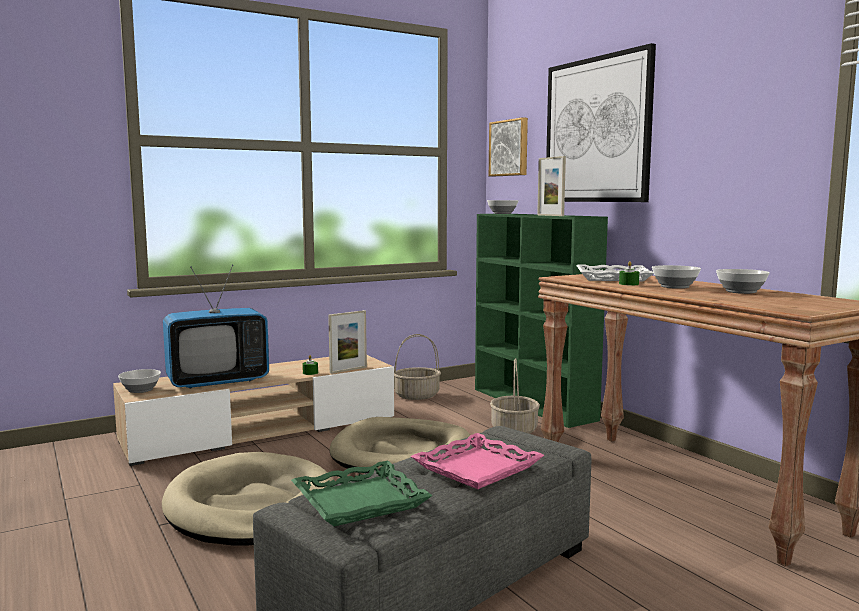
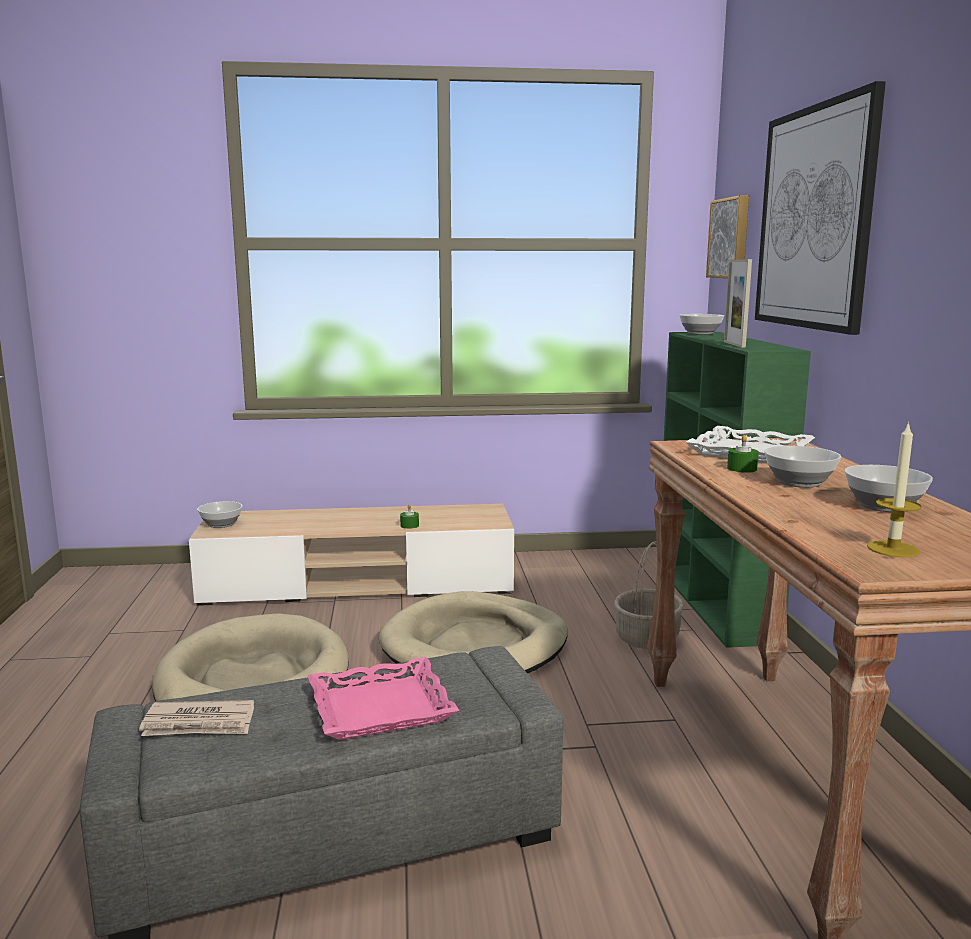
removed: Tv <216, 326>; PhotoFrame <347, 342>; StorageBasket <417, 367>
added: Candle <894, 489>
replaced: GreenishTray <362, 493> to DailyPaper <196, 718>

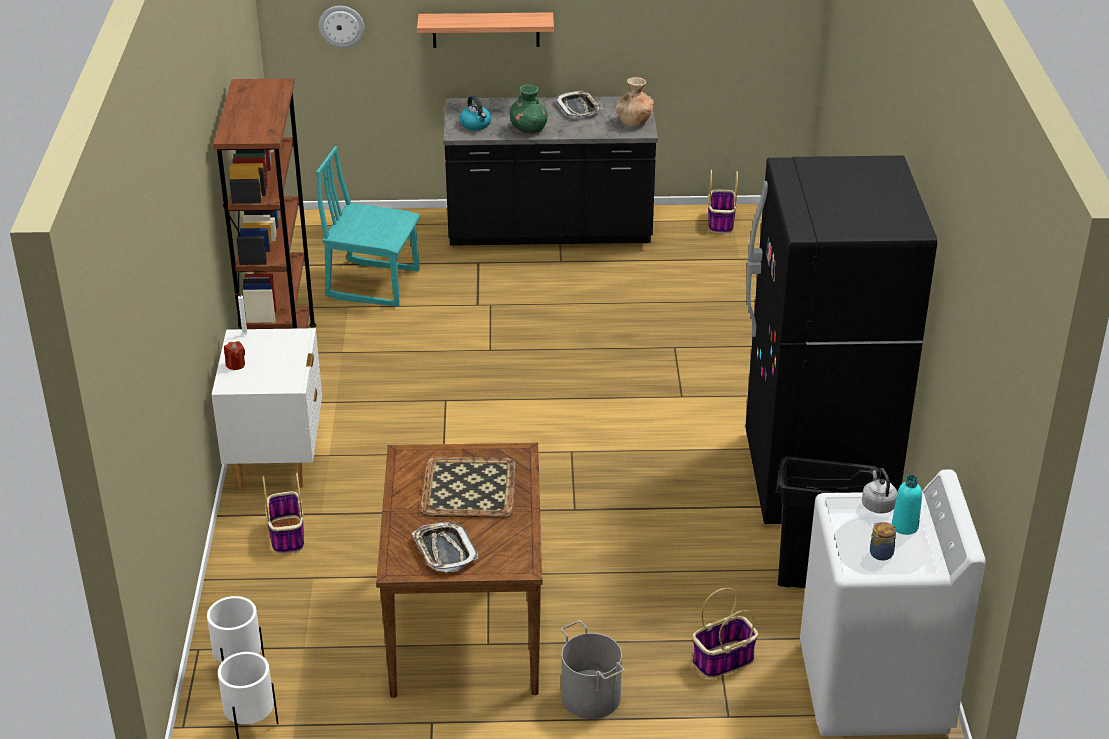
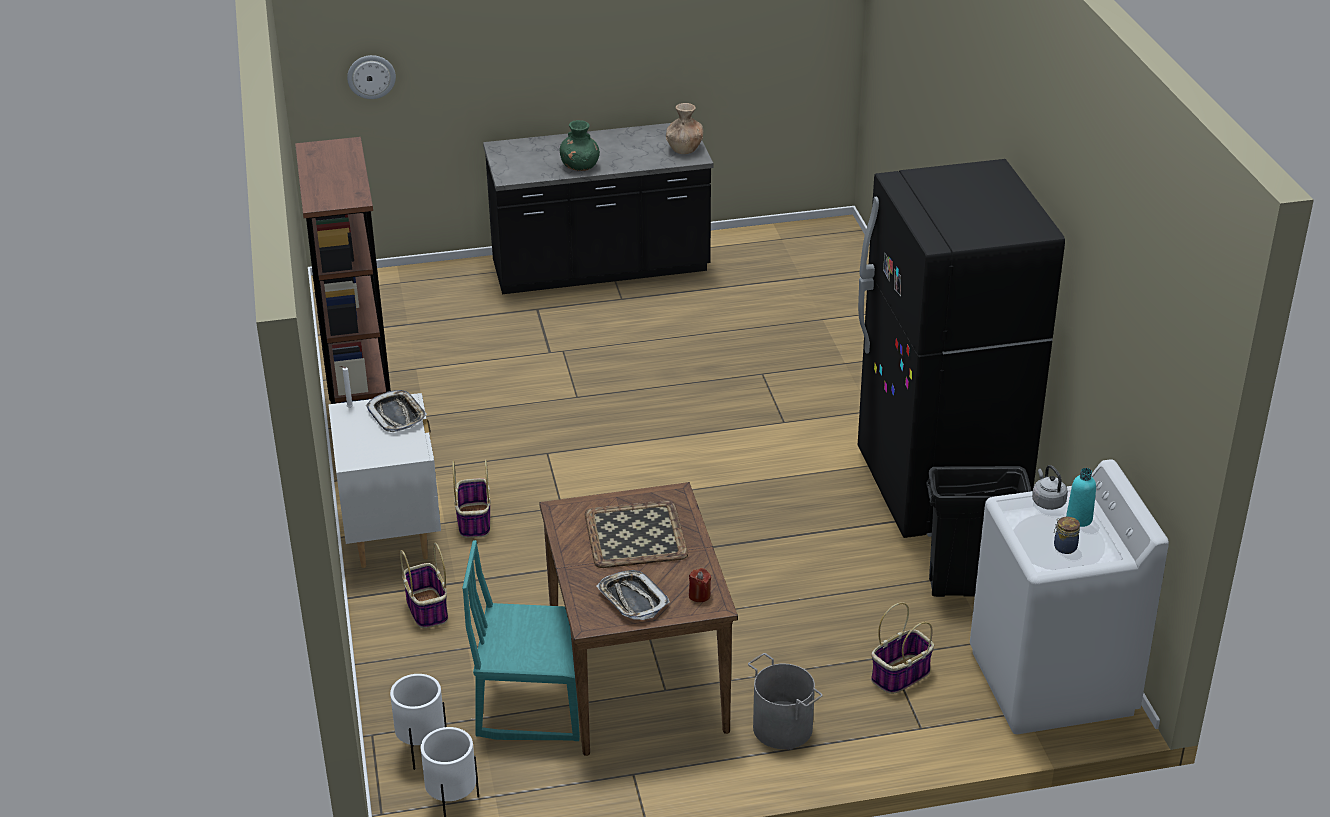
removed: Shelf <485, 30>; TeaKettle <475, 113>
moved: Tray <578, 104> to <396, 411>; BlueGreenPlainChair <368, 226> to <521, 640>; StorageBasket <723, 201> to <471, 498>; RedColouredCandle <234, 355> to <700, 585>

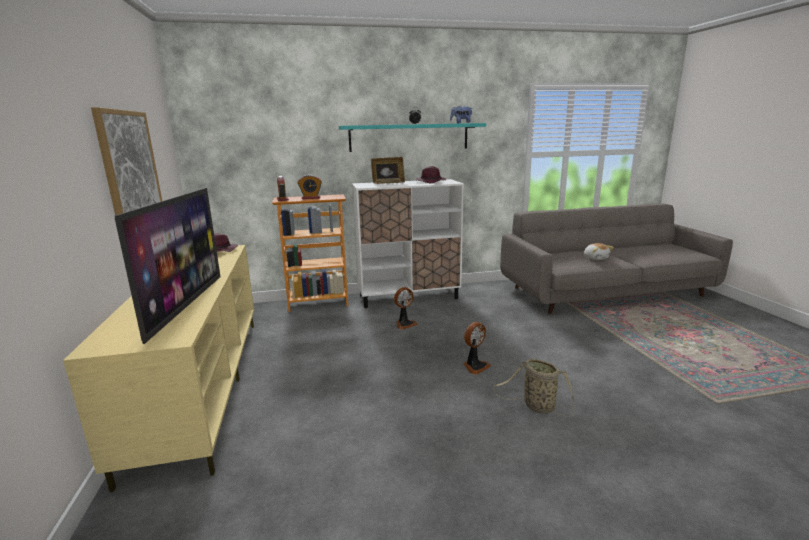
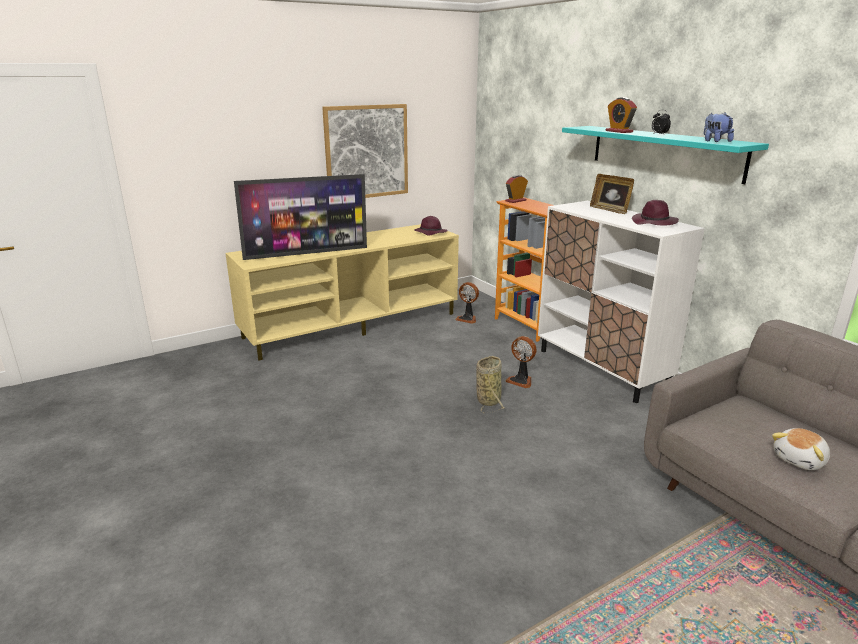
moved: BedsideClock <310, 187> to <621, 115>; CoolingFan <477, 348> to <467, 303>; StorageBasket <534, 387> to <490, 384>

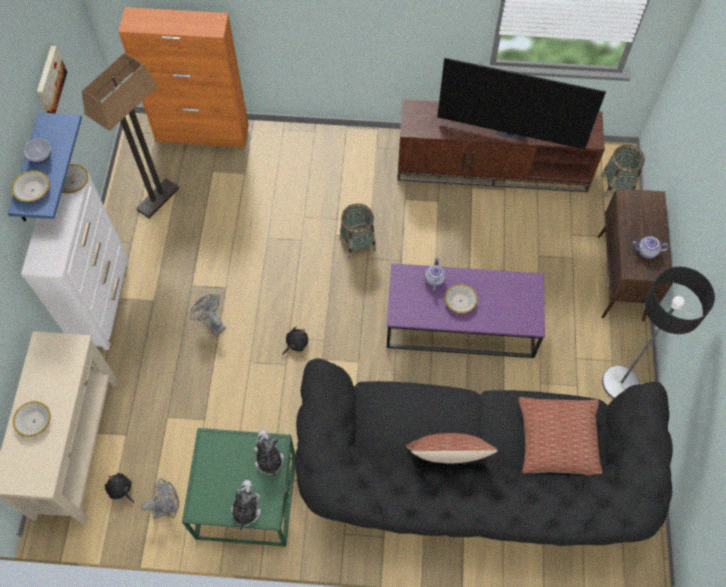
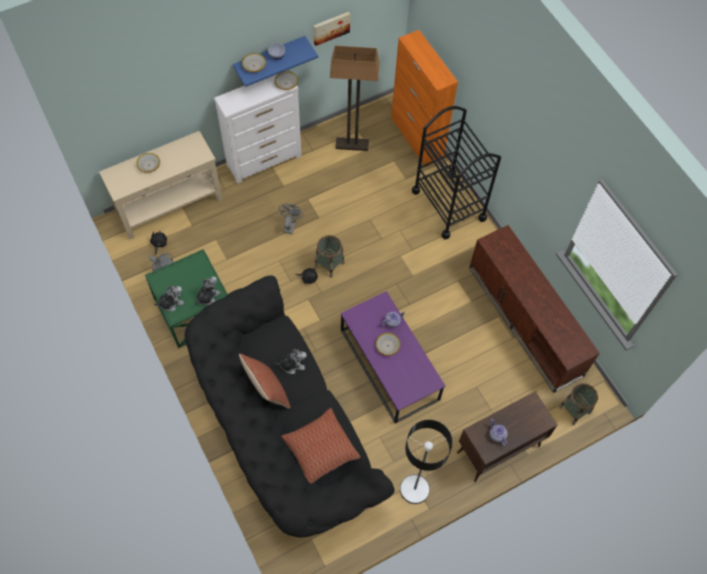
removed: Tv <521, 103>
added: BlackishTrolley <456, 172>; CuddlyToy <291, 361>
moved: StorageBasket <358, 231> to <330, 256>

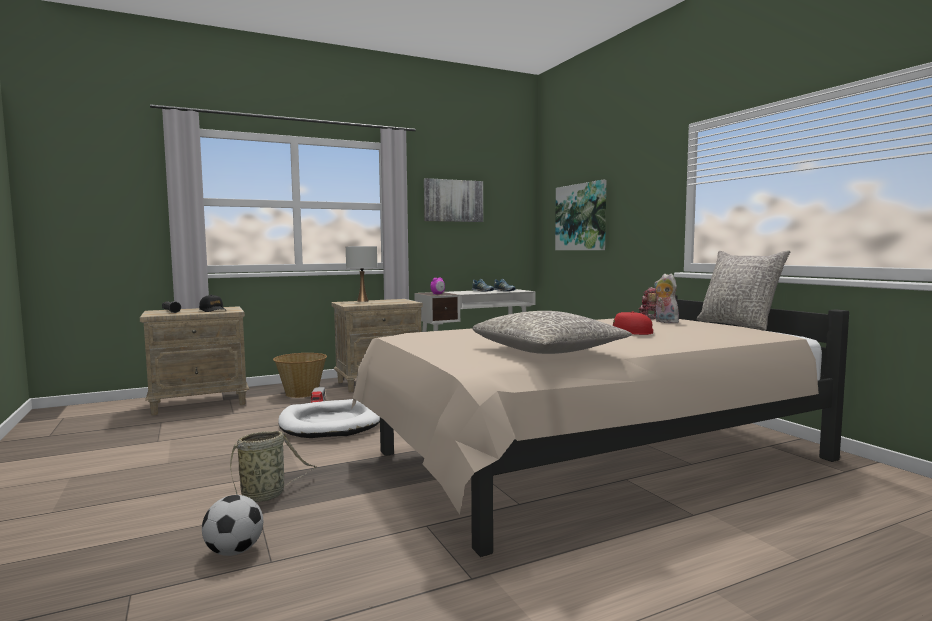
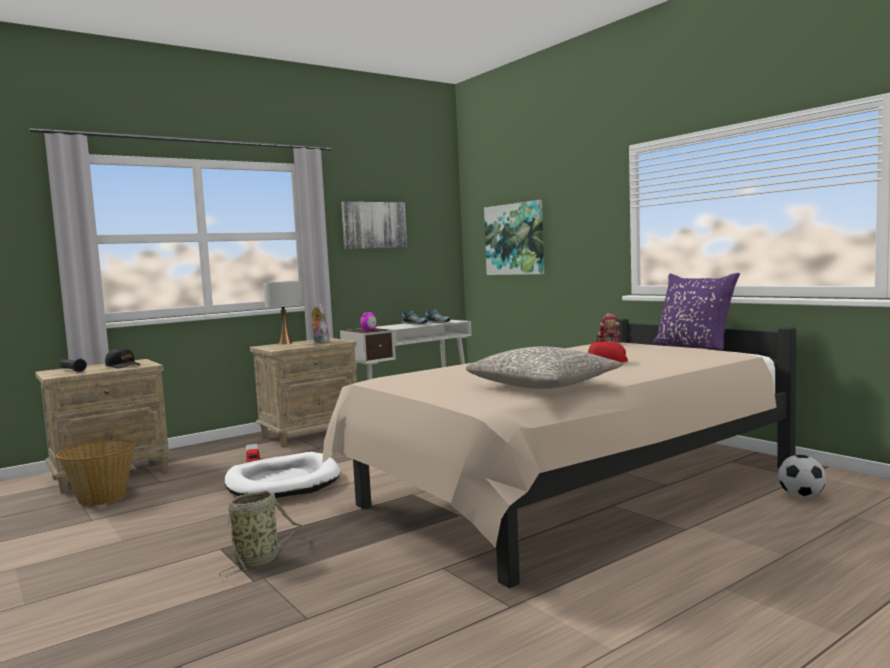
moved: CuddlyToy <666, 298> to <320, 323>; StorageBasket <300, 375> to <96, 472>; FootballBall <232, 525> to <802, 476>
recoloured: GreyPillow <743, 290> to PurplishPillow <696, 311>

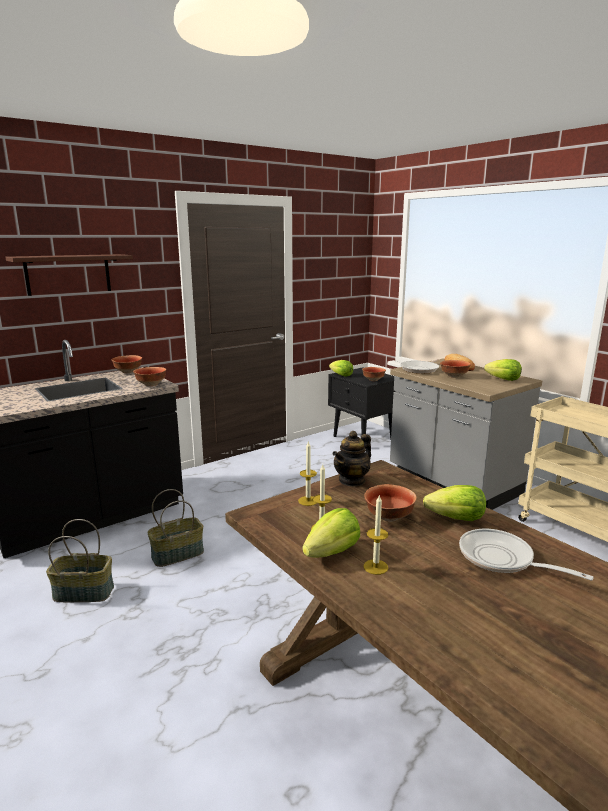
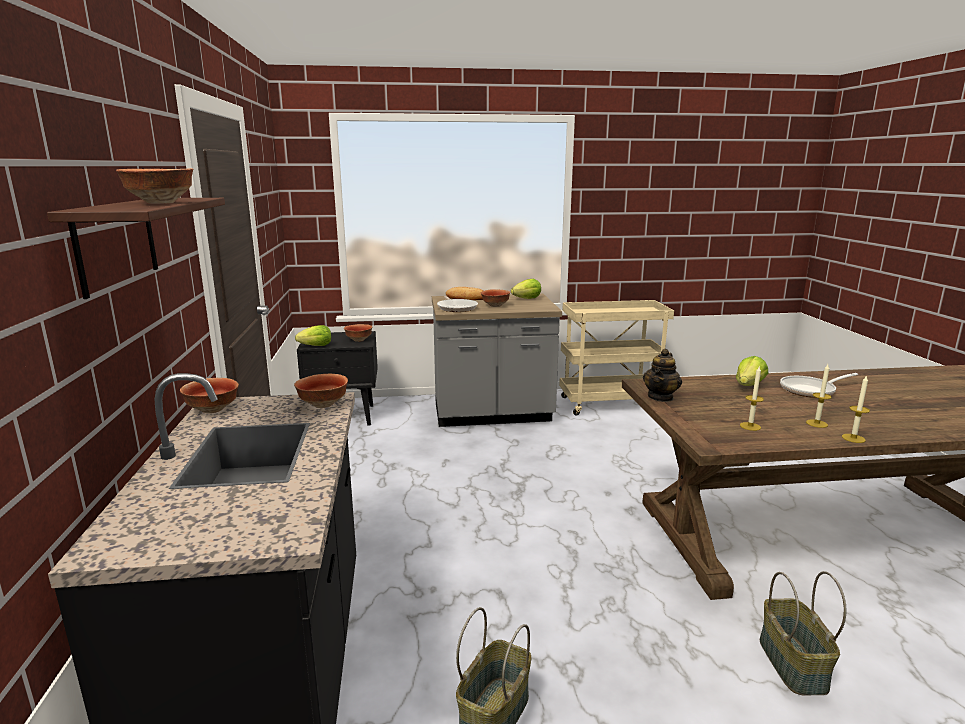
removed: LettuceHead <331, 532>
moved: Candle <307, 473> to <856, 409>; Bowl <390, 503> to <154, 186>; StorageBasket <175, 528> to <803, 633>
turned: PotForTea <352, 459> = <662, 375> 45 degrees clockwise

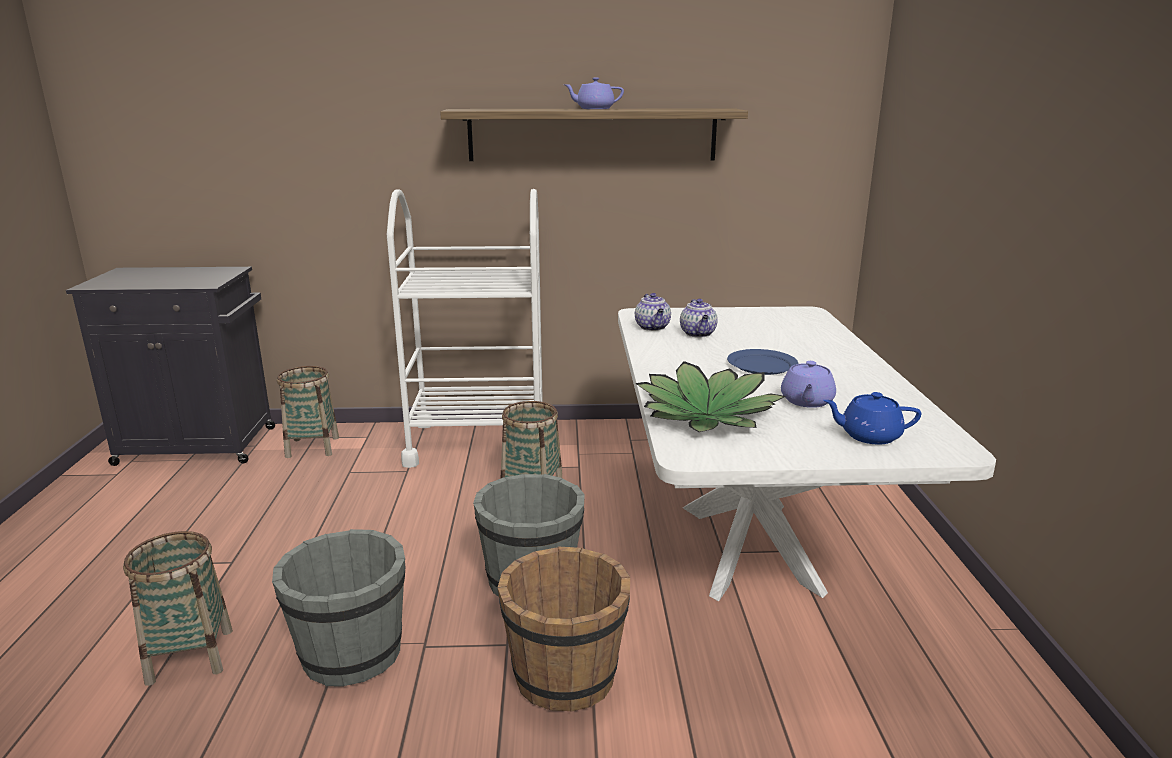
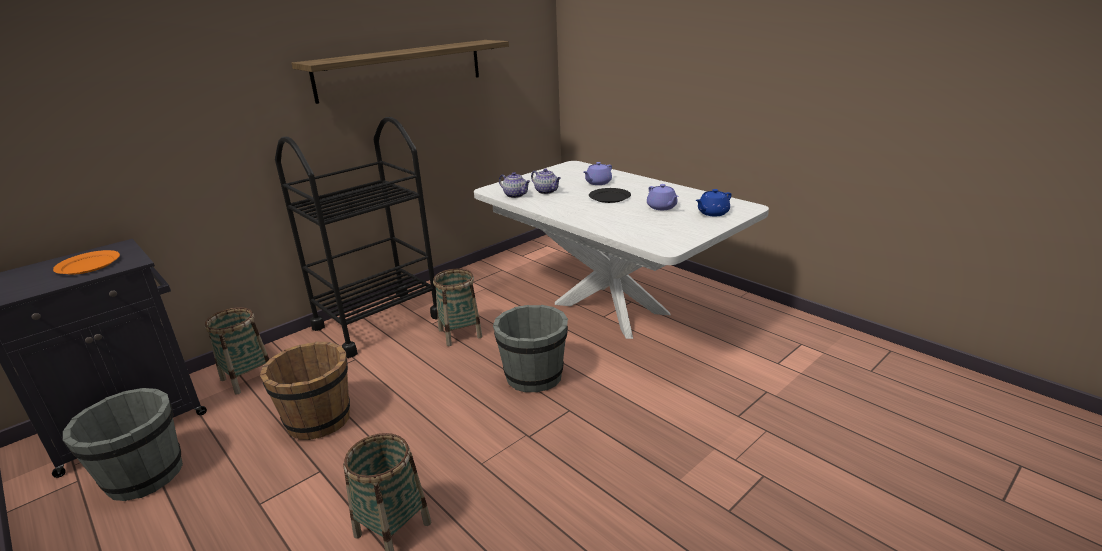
removed: PlantInAPot <710, 396>
added: OrangeColouredFlatDish <86, 262>
moved: PurplishPotForTea <593, 93> to <598, 173>; GreyPail <338, 608> to <123, 444>; BrownColouredPail <563, 629> to <305, 391>
recoloured: WhiteColouredTrolley <465, 328> to BlackishTrolley <356, 237>; BlueFlatDish <762, 362> to BlackishFlatDish <610, 195>

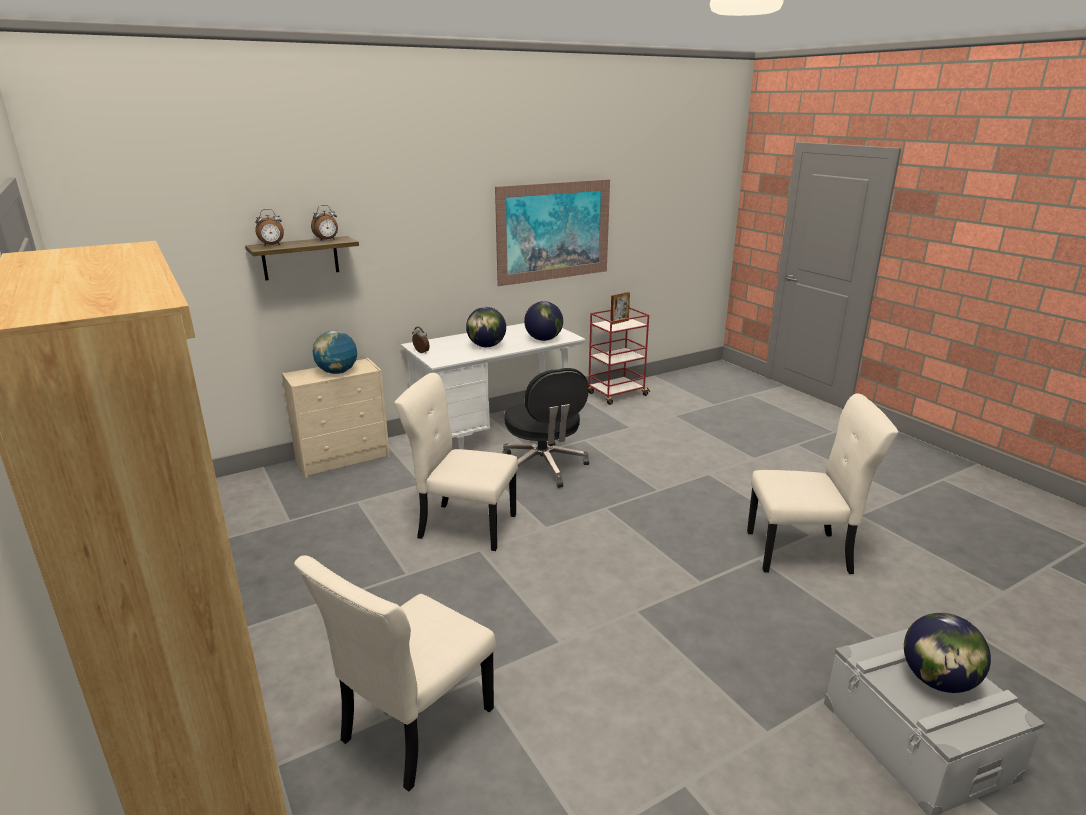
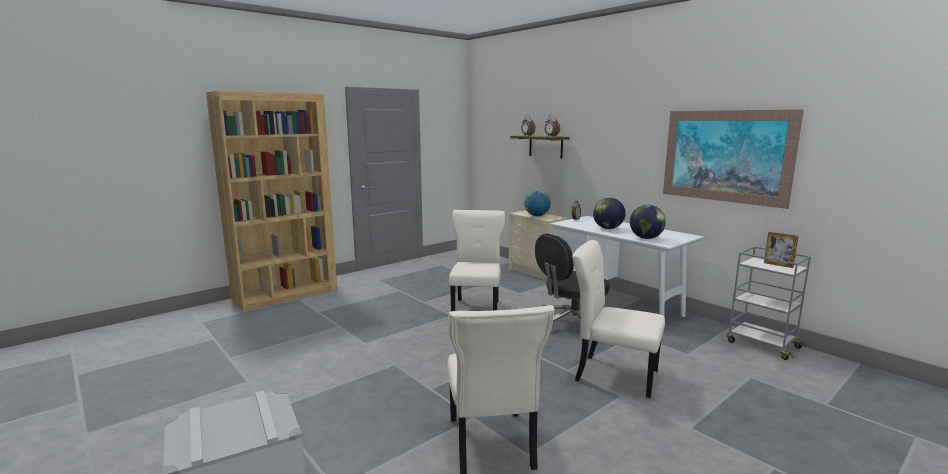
removed: DeskGlobe <947, 653>
moved: SandColouredPlainChair <395, 673> to <618, 319>
recoloured: RedColouredTrolley <619, 356> to GreyTrolley <769, 303>

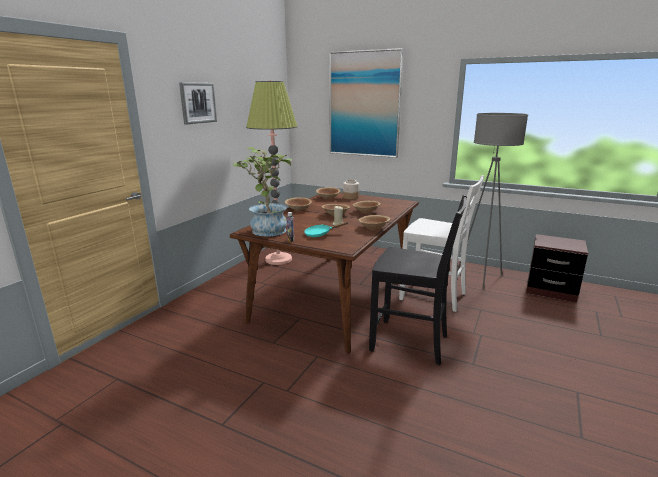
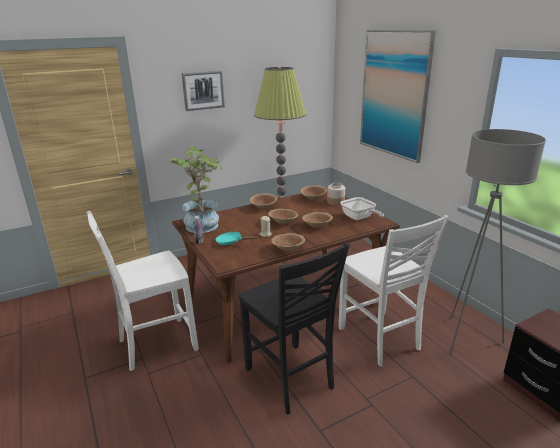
added: Skillet <362, 208>; WhiteColouredPlainChair <143, 291>

